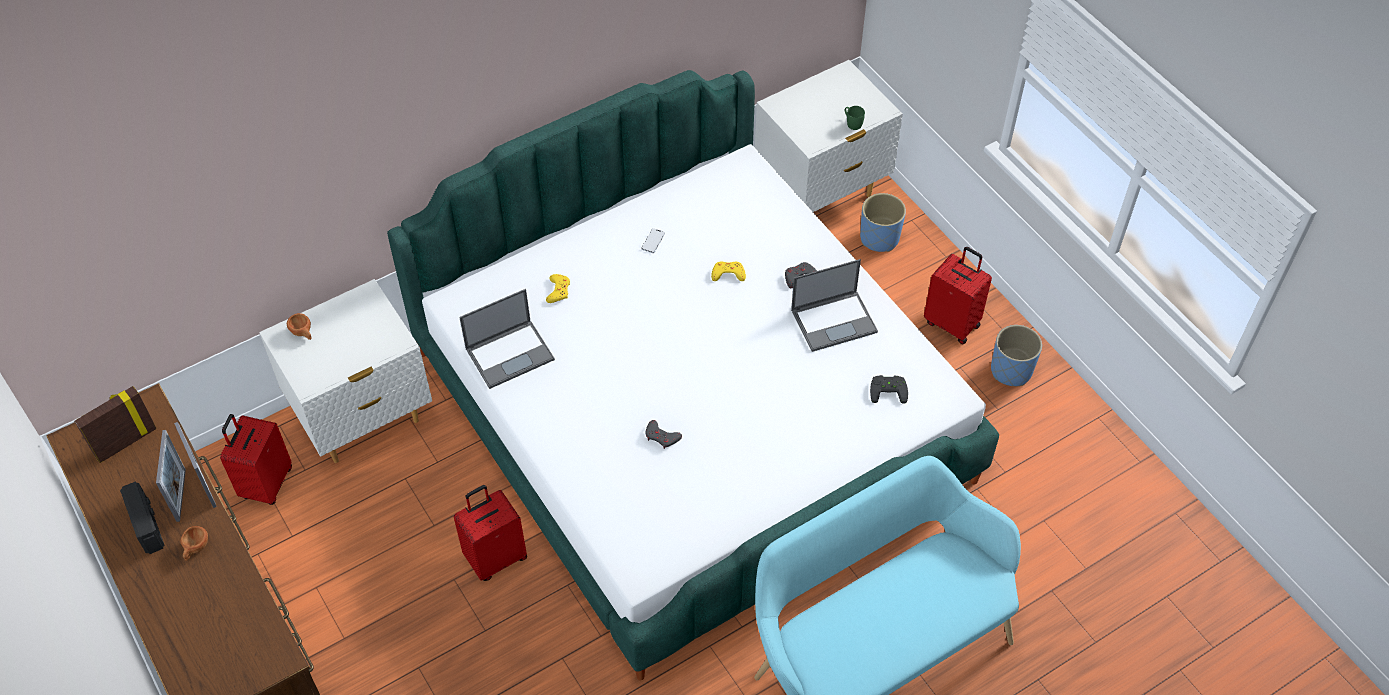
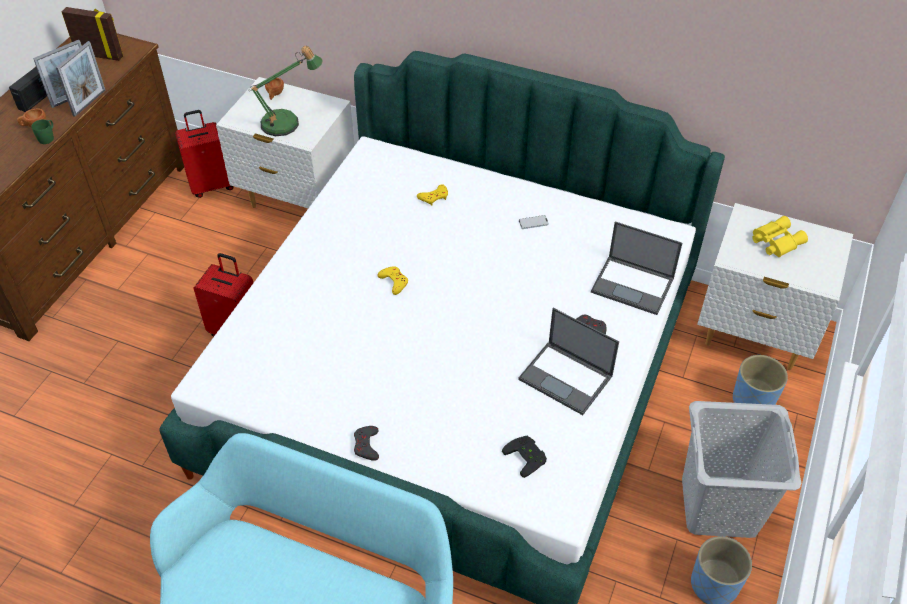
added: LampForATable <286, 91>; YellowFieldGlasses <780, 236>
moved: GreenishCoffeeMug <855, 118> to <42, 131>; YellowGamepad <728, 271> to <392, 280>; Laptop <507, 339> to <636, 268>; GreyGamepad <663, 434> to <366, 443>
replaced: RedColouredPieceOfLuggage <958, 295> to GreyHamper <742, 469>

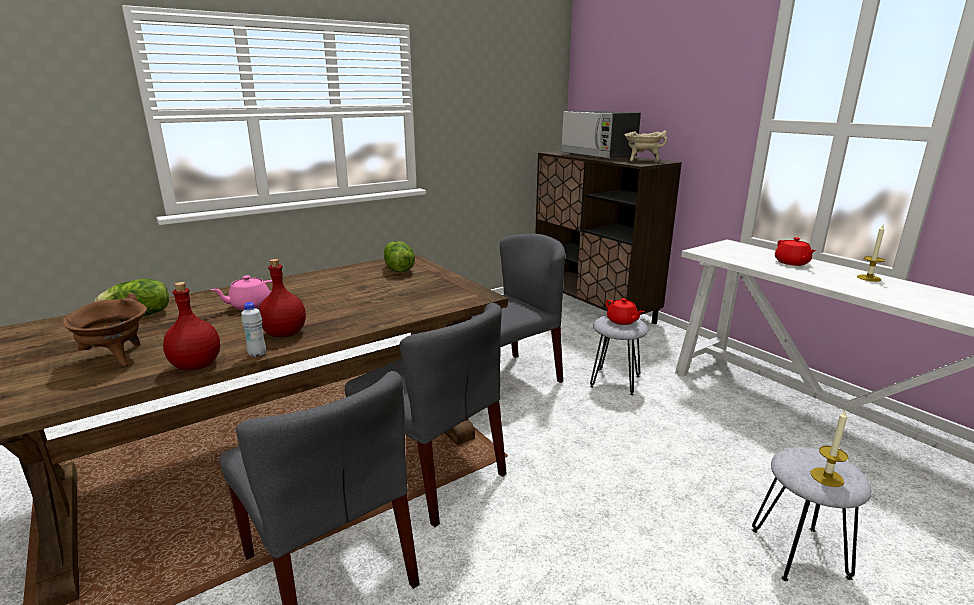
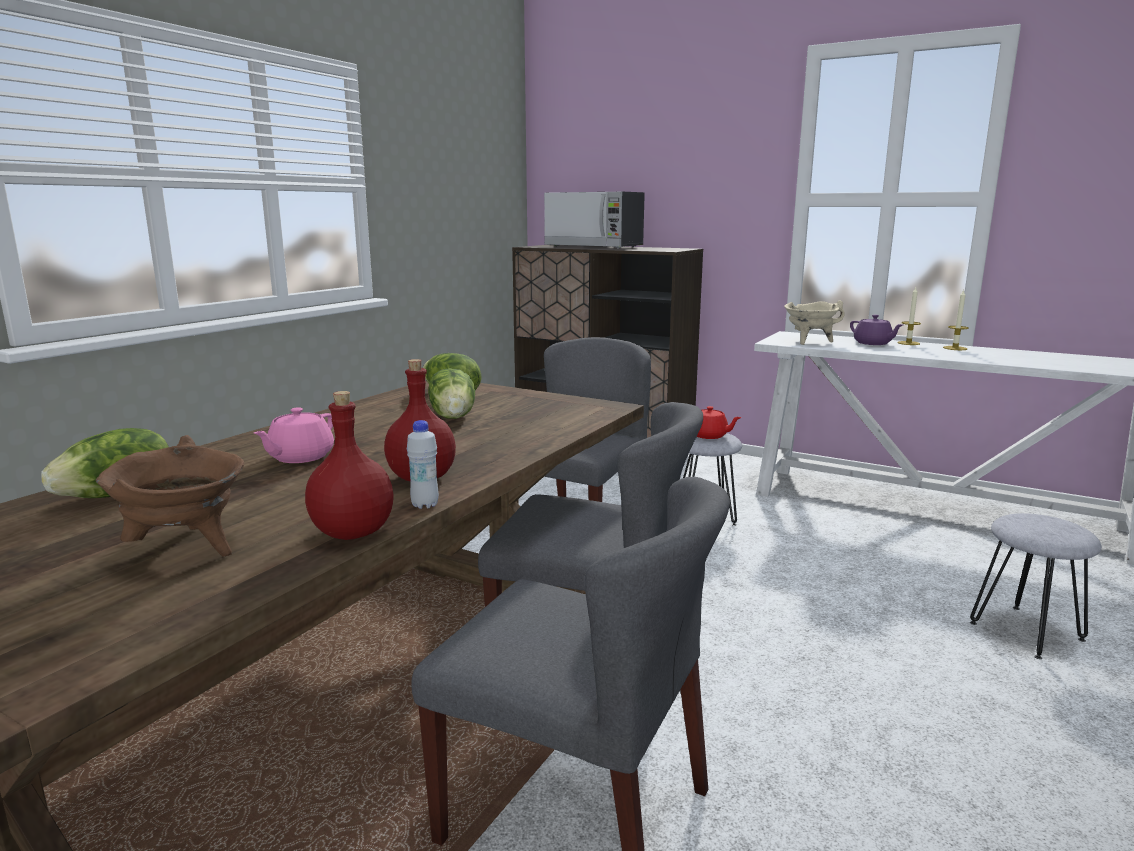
added: LettuceHead <451, 393>
moved: SandColouredCookingPot <646, 146> to <814, 323>; Candle <829, 448> to <909, 316>
recoloured: RedColouredPotForTea <795, 251> to PurplishPotForTea <876, 330>

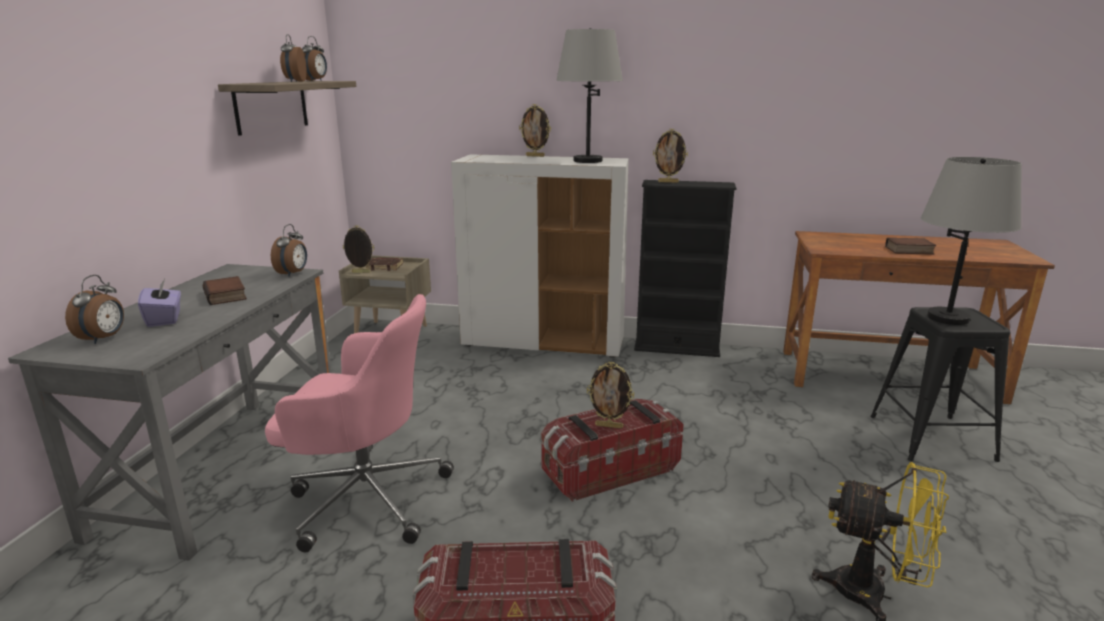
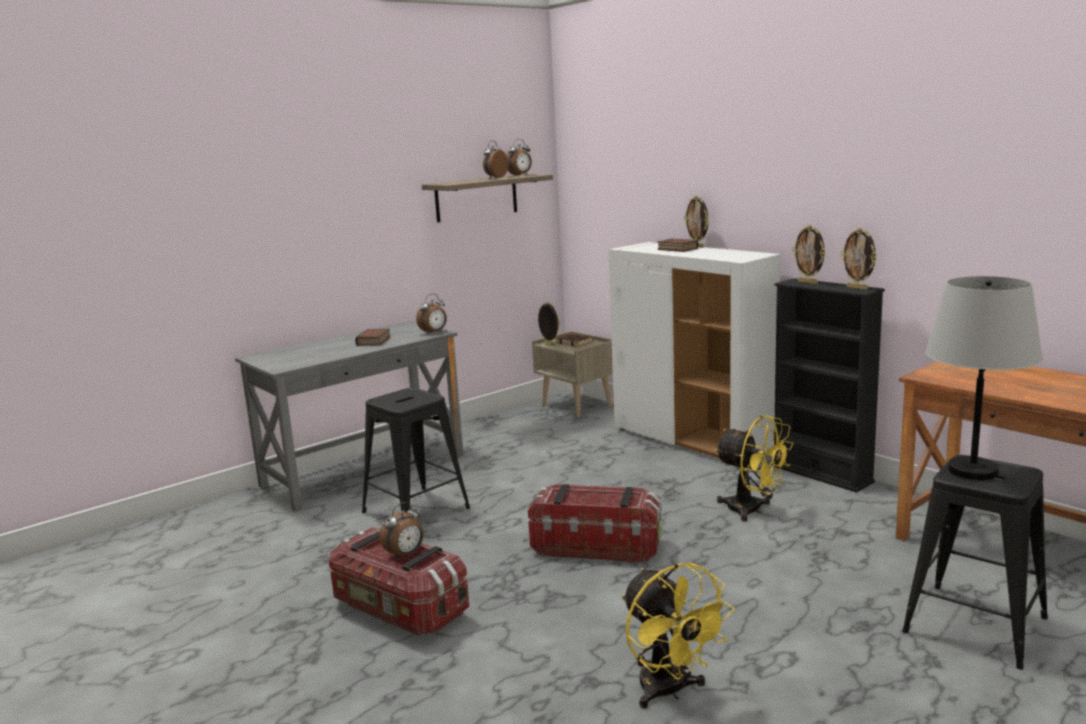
removed: GreyLampForATable <589, 95>; PurplishTissueBox <159, 303>
added: YellowCoolingFan <754, 468>
moved: Book <910, 246> to <677, 245>; BedsideClock <94, 309> to <401, 530>; PhotoFrame <611, 395> to <859, 258>
replaced: PinkishComputerChair <359, 423> to BlackishSittingStool <416, 451>

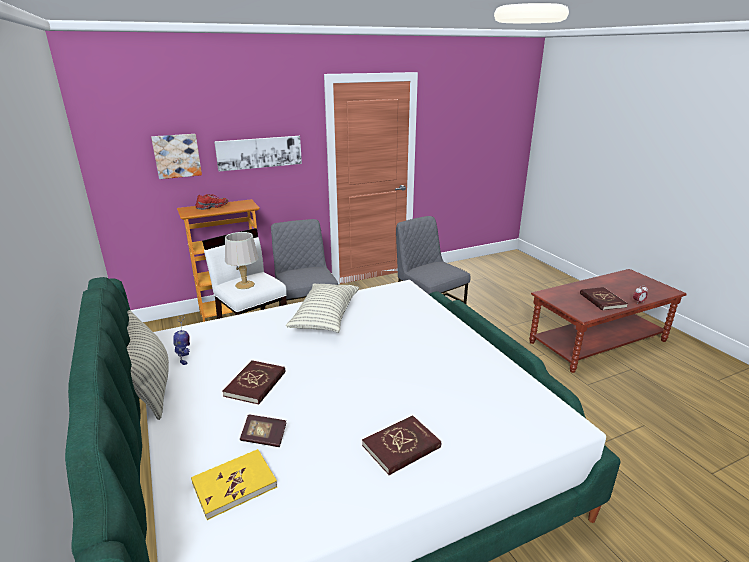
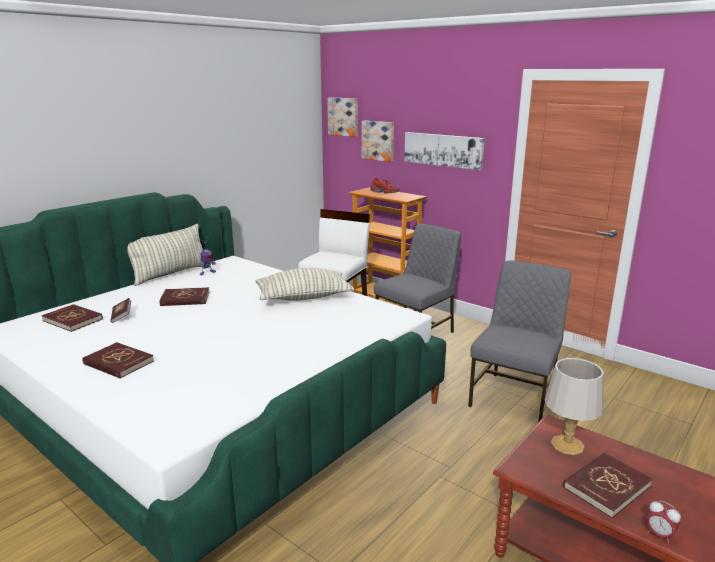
added: WallPicture <342, 117>
moved: GreyLampForATable <241, 260> to <574, 406>
recoloured: YellowBook <234, 484> to RedColouredBook <72, 318>

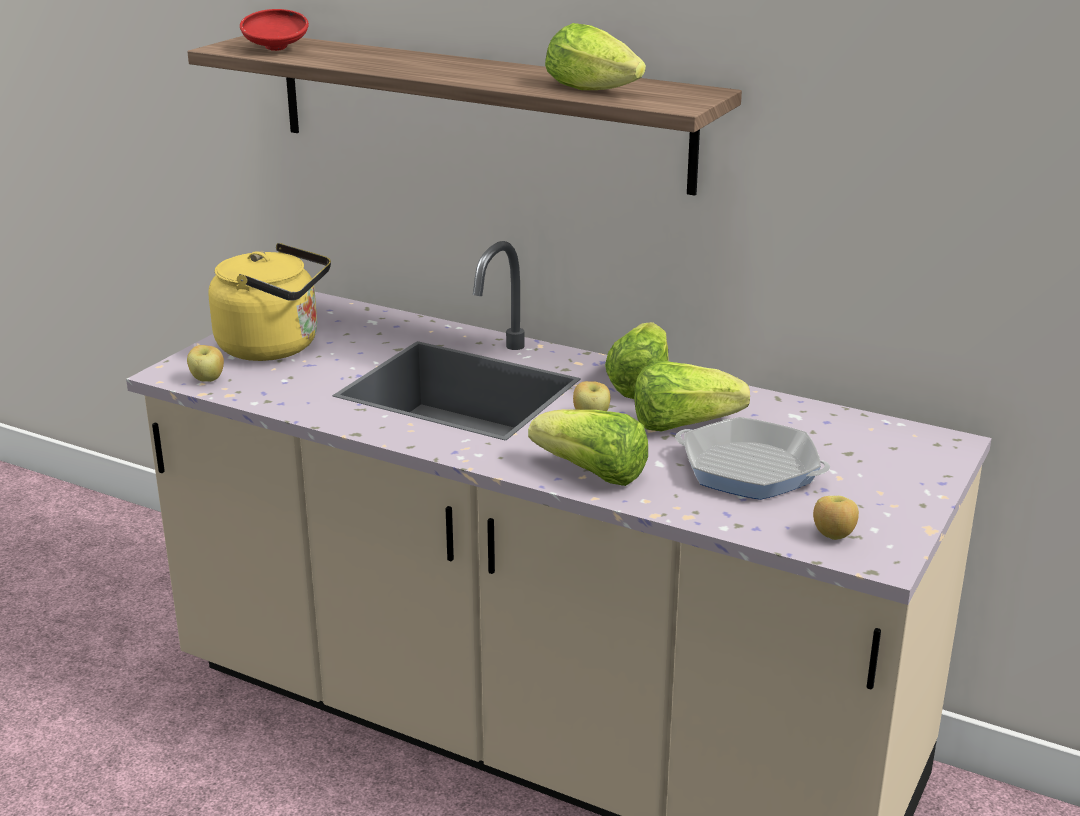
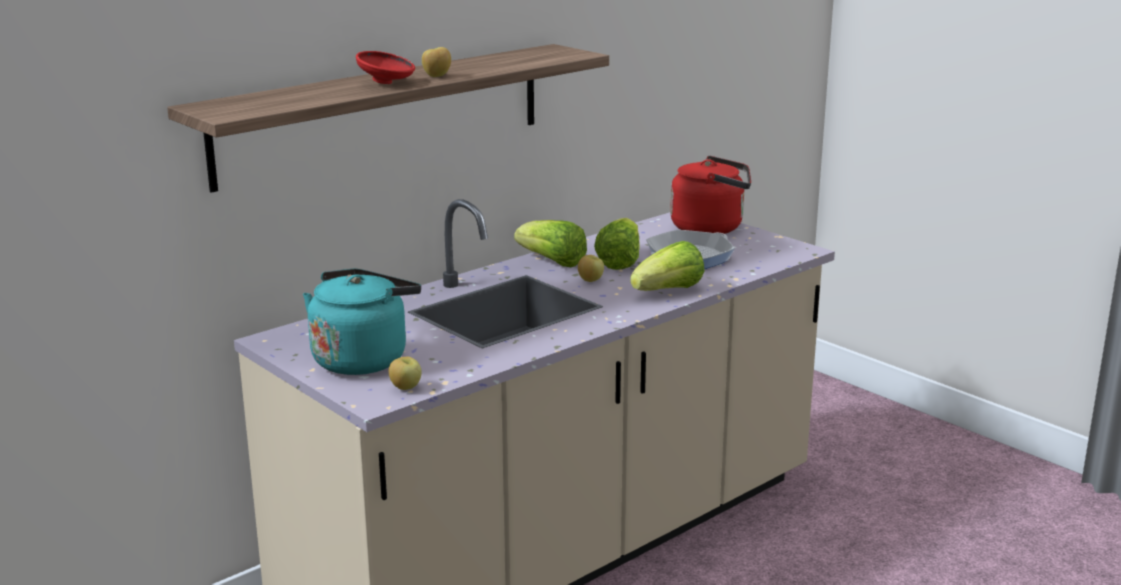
removed: LettuceHead <595, 56>
added: RedColouredTeaKettle <710, 195>
moved: RedColouredBowl <274, 30> to <385, 67>; Apple <836, 518> to <436, 62>
recoloured: YellowTeaKettle <270, 302> to BlueGreenTeaKettle <362, 322>

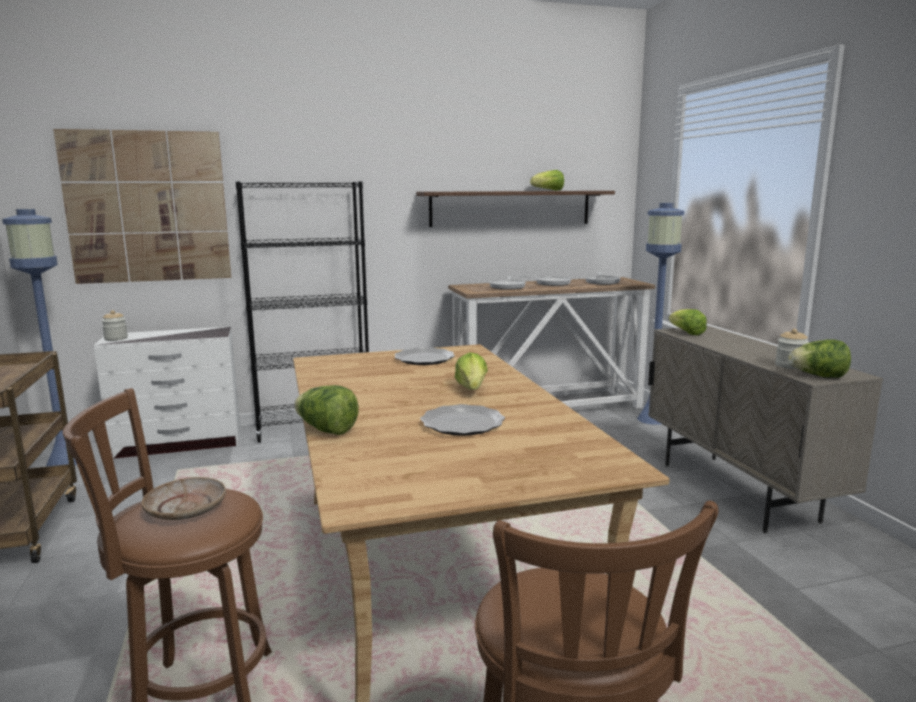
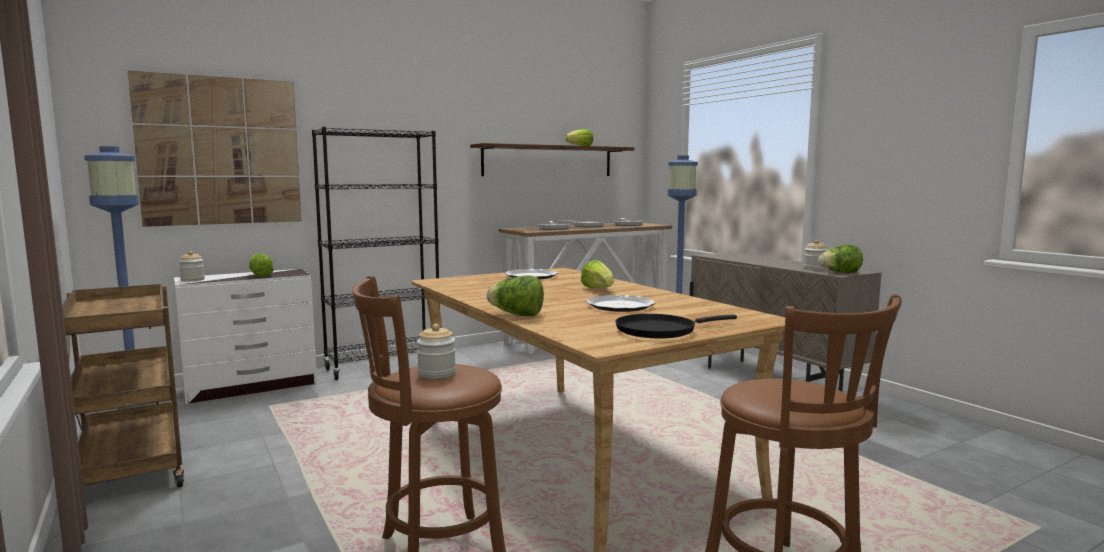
added: BlackishSkillet <676, 326>
moved: LettuceHead <688, 322> to <261, 265>
replaced: SandColouredFlatDish <184, 498> to StorageJar <436, 351>

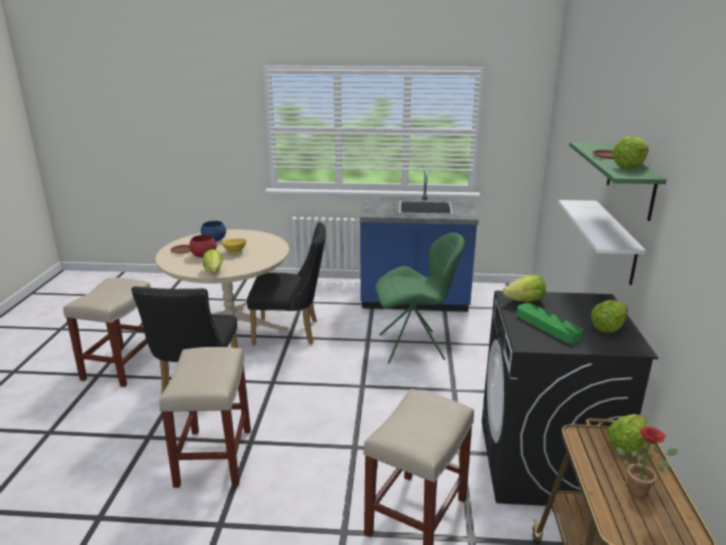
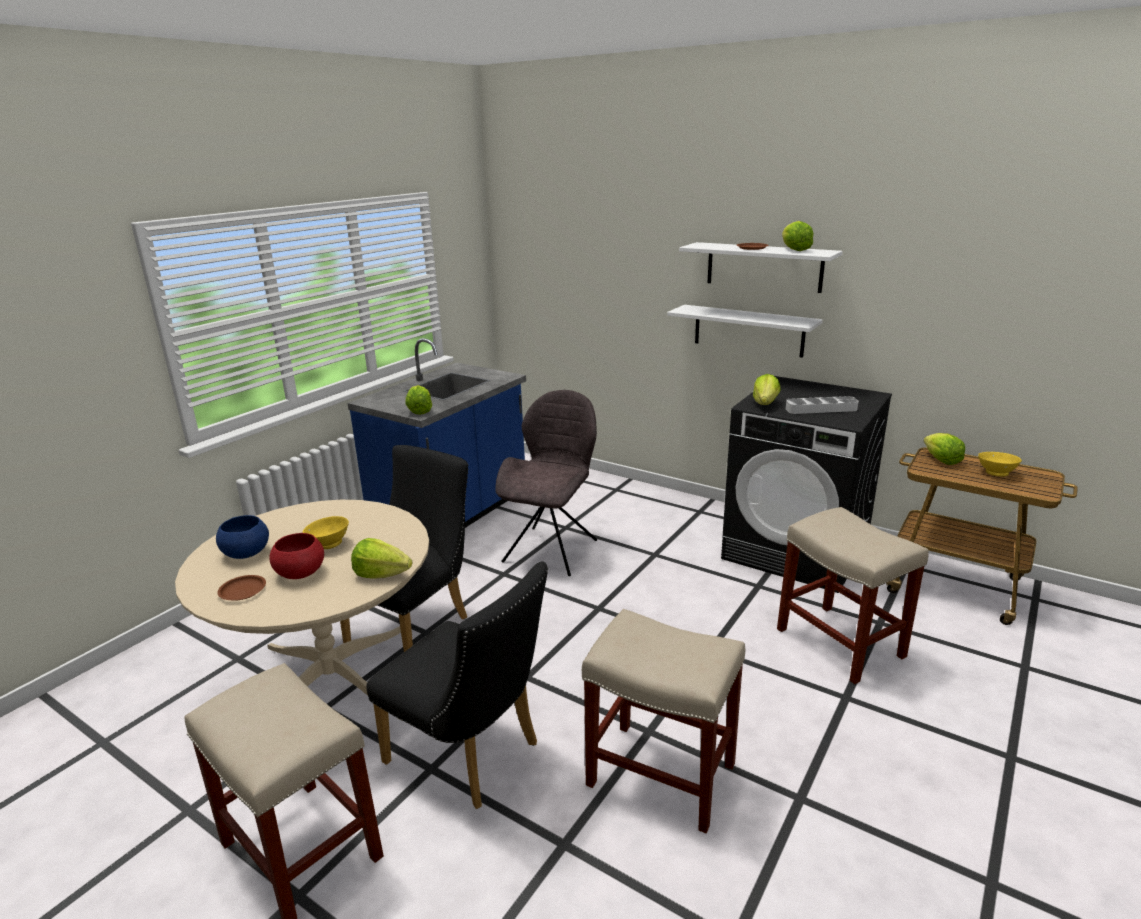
moved: LettuceHead <609, 316> to <418, 400>
replaced: PlantInAPot <647, 462> to YellowBowl <1000, 464>
recoloured: GreenishShelf <618, 181> to WhiteColouredShelf <761, 267>; GreenishPlainChair <420, 298> to GreyPlainChair <546, 483>; GreenishTray <549, 323> to GreyTray <822, 405>

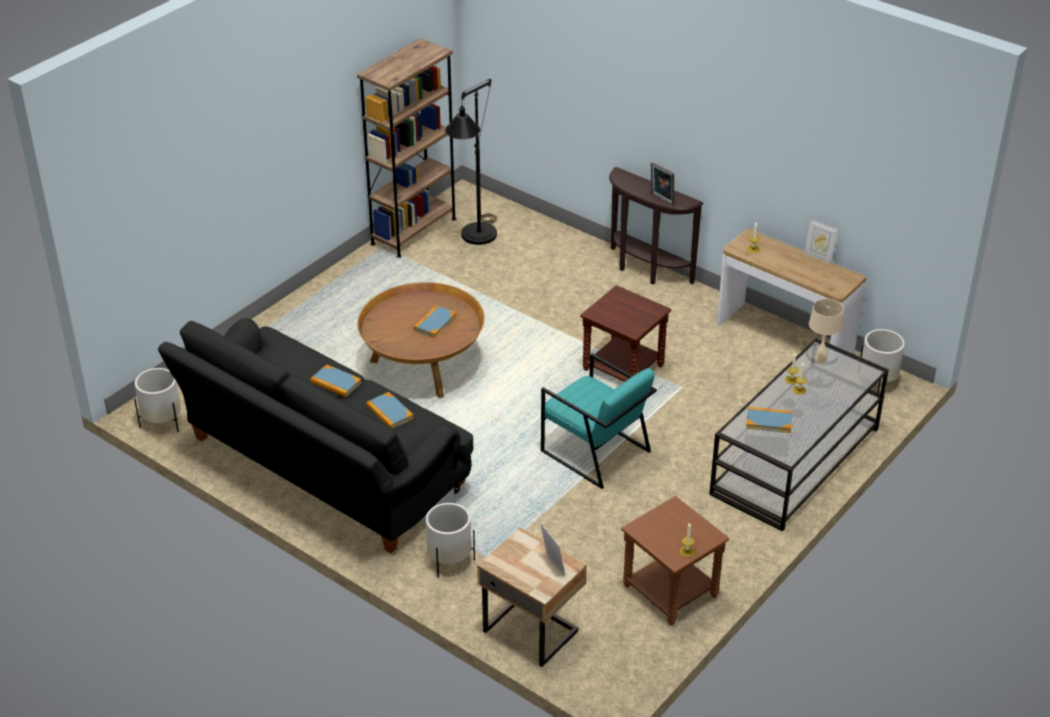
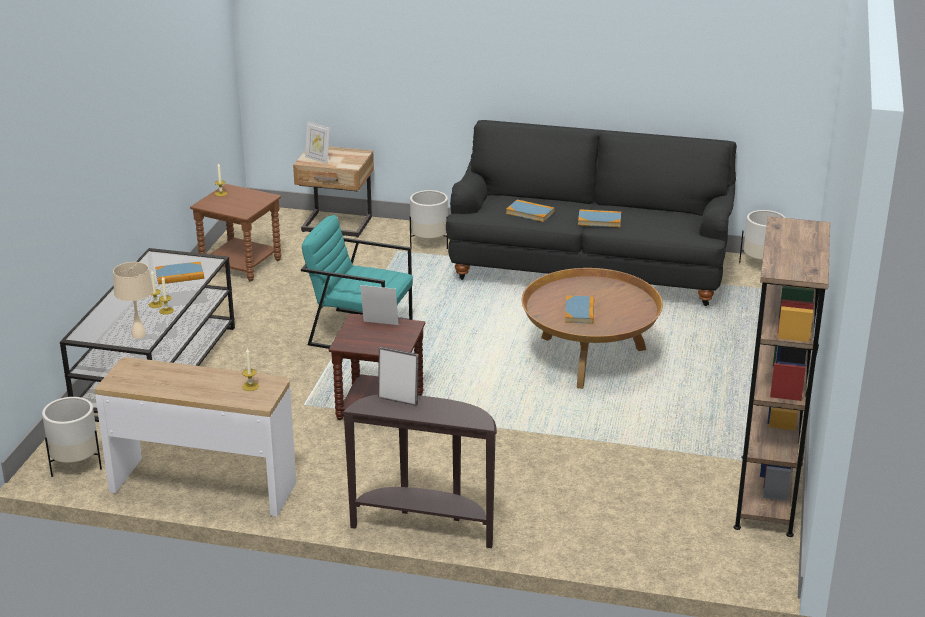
removed: BlackishStandardLamp <471, 162>
moved: PhotoFrame <821, 241> to <379, 305>

